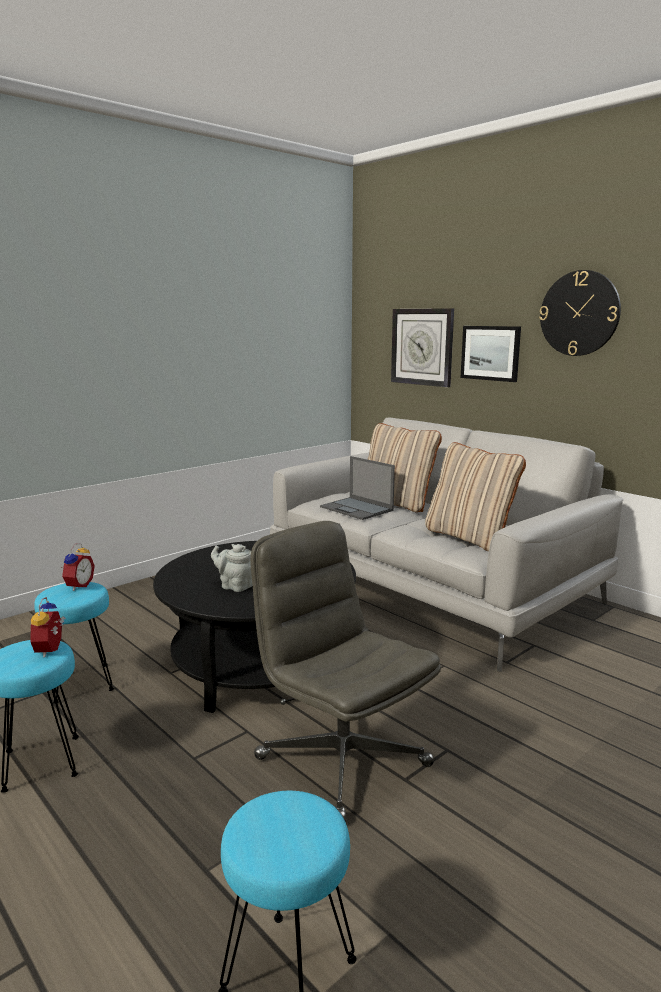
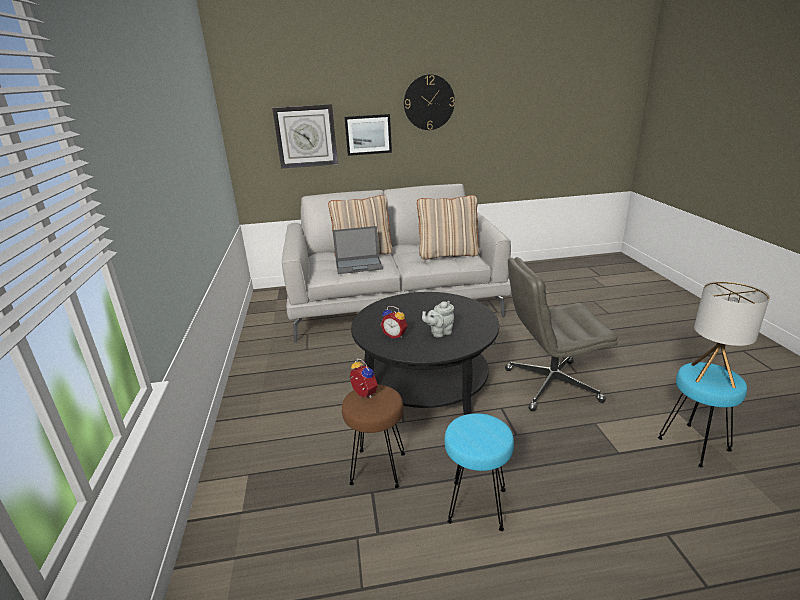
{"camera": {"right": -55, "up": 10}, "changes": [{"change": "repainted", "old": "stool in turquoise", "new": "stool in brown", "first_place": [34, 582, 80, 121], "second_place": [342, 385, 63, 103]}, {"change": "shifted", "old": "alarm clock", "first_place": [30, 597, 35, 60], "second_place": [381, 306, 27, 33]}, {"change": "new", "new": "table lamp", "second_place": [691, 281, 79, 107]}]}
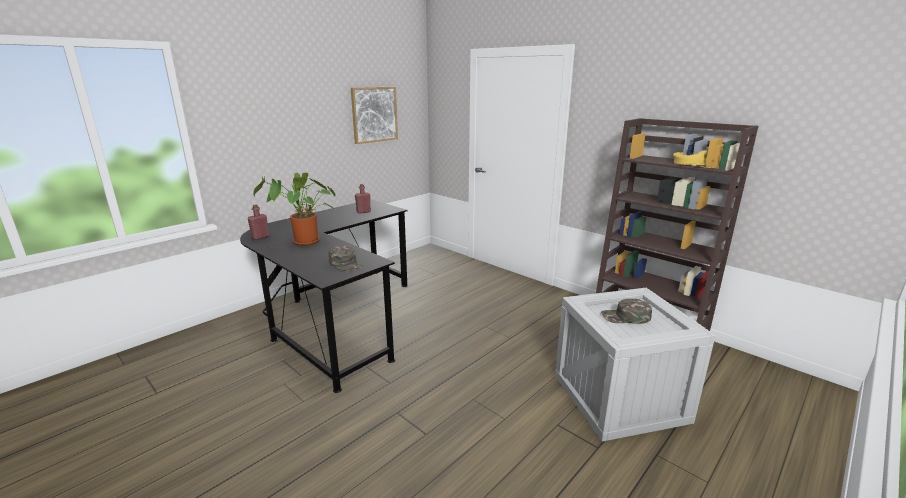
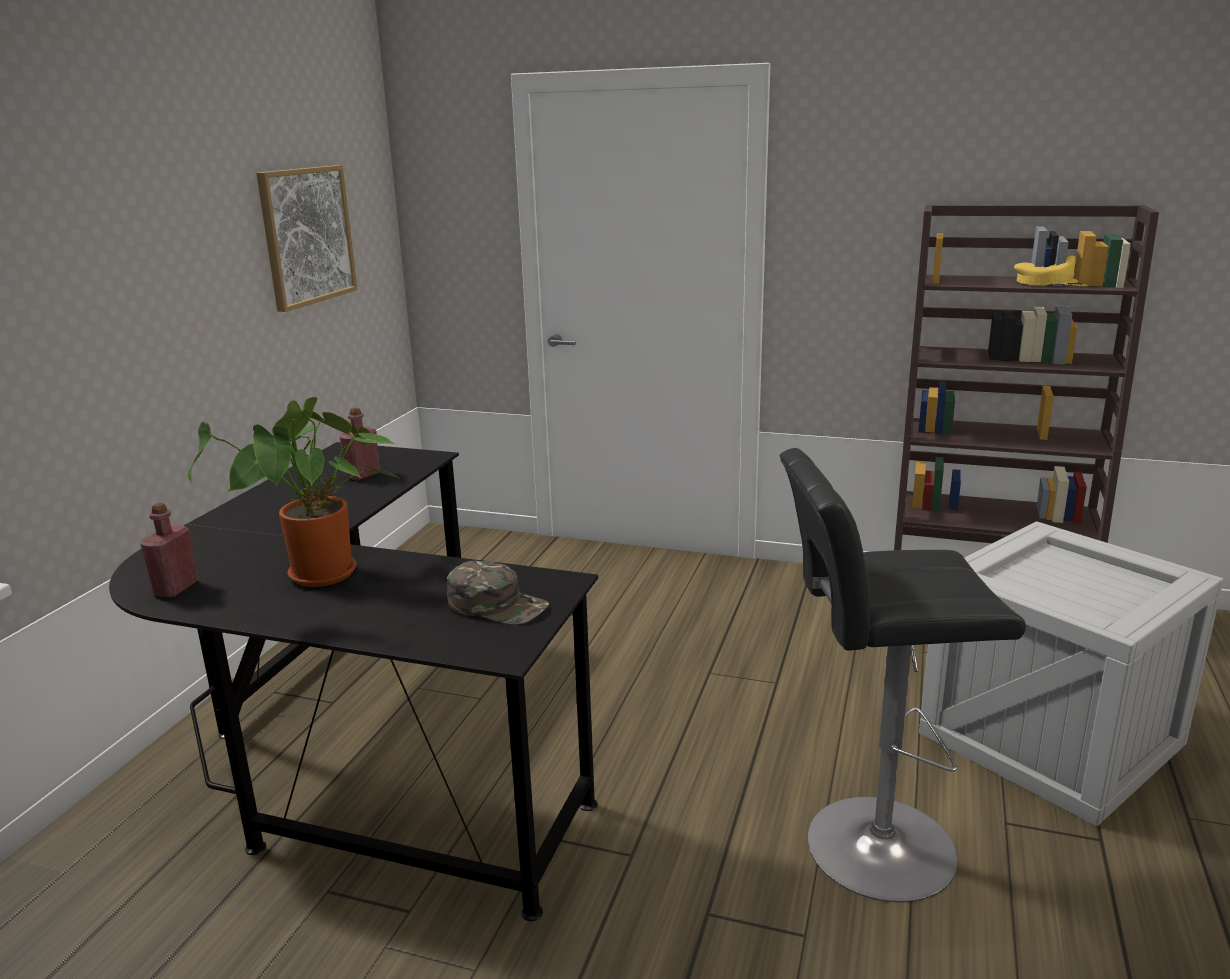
{"camera": {"right": -25, "up": 0}, "changes": [{"change": "gone", "old": "cap in green", "first_place": [601, 299, 51, 25]}, {"change": "new", "new": "stool in black", "second_place": [780, 448, 246, 455]}]}
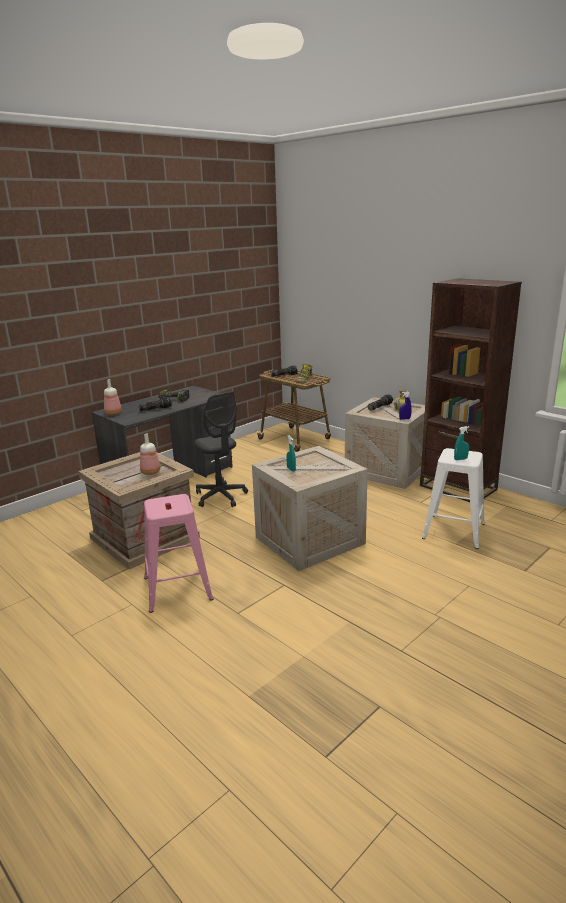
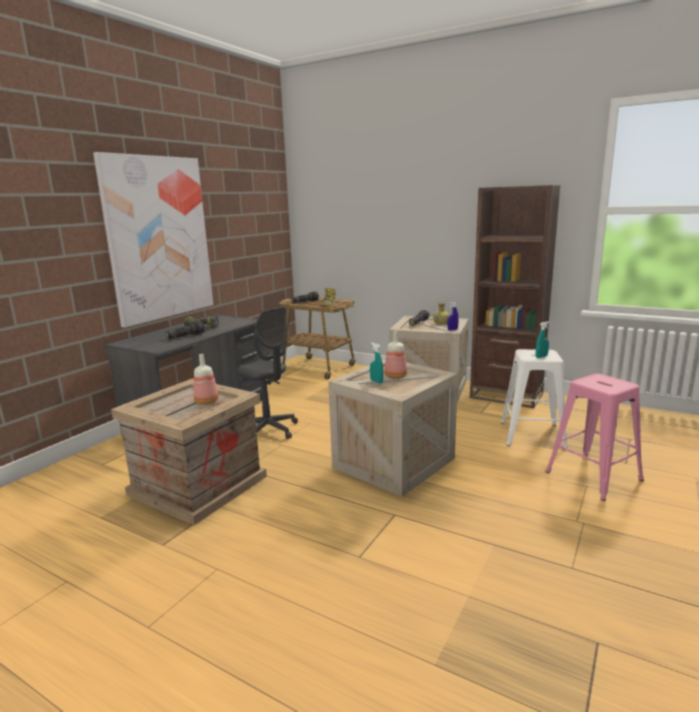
{"camera": {"right": -15, "up": -5}, "changes": [{"change": "shifted", "old": "bottle", "first_place": [104, 379, 18, 36], "second_place": [384, 331, 23, 48]}, {"change": "shifted", "old": "stool in pink", "first_place": [144, 494, 70, 119], "second_place": [545, 374, 99, 127]}, {"change": "new", "new": "picture", "second_place": [93, 152, 120, 176]}]}
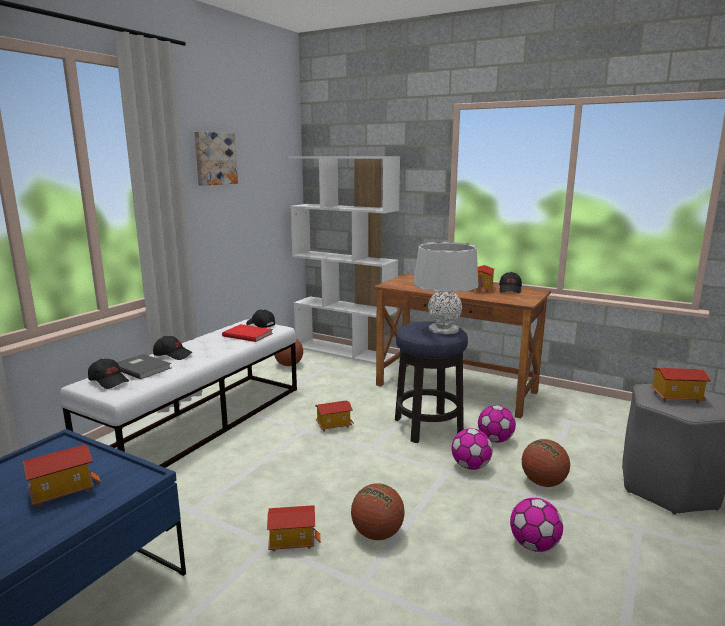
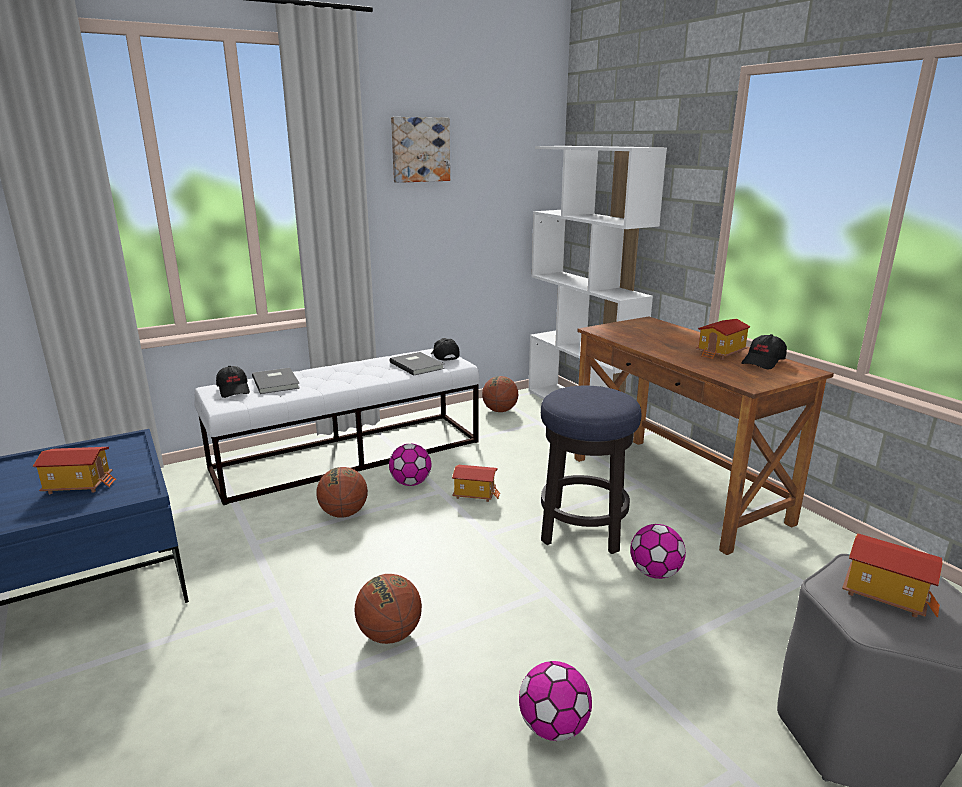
{"camera": {"right": 30, "up": 5}, "changes": [{"change": "gone", "old": "table lamp in grey", "first_place": [414, 242, 64, 92]}, {"change": "repainted", "old": "book in red", "new": "book in grey", "first_place": [222, 324, 51, 18], "second_place": [390, 352, 55, 24]}, {"change": "gone", "old": "cap in black", "first_place": [153, 336, 40, 24]}, {"change": "shifted", "old": "football", "first_place": [452, 428, 41, 42], "second_place": [389, 444, 42, 42]}, {"change": "shifted", "old": "basketball", "first_place": [522, 439, 48, 48], "second_place": [317, 467, 51, 51]}, {"change": "gone", "old": "toy house", "first_place": [267, 505, 54, 46]}]}
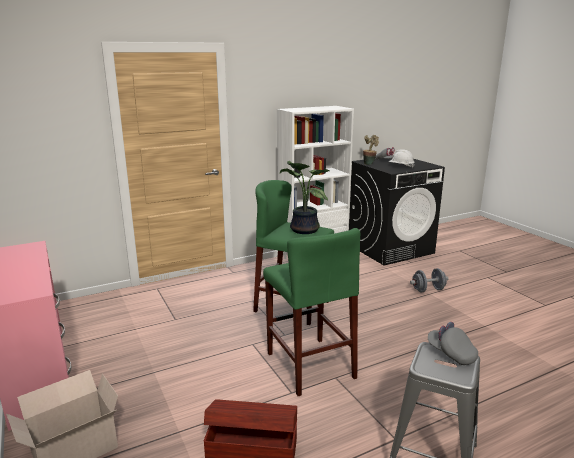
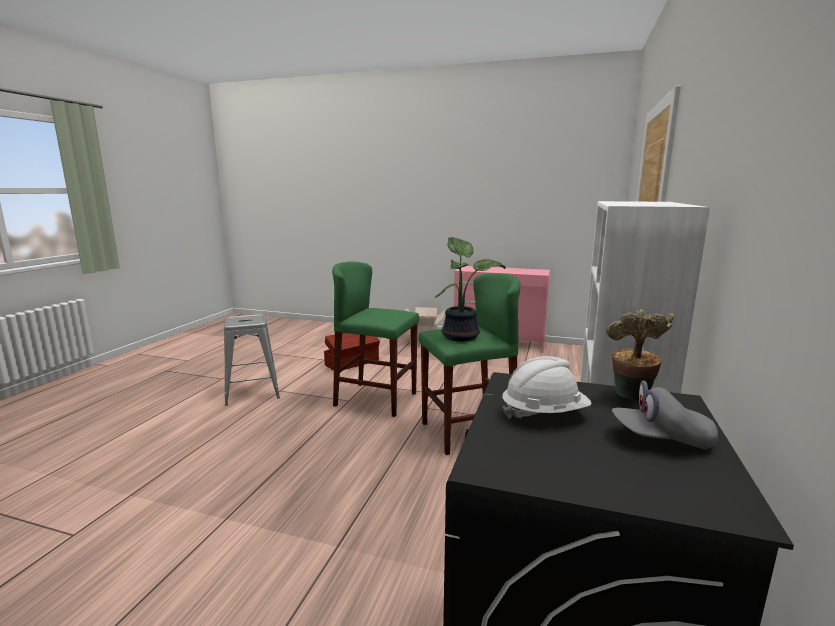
{"camera": {"right": 135, "up": -5}, "changes": [{"change": "gone", "old": "dumbbell in grey", "first_place": [410, 268, 39, 24]}, {"change": "gone", "old": "cap in grey", "first_place": [428, 322, 50, 43]}]}
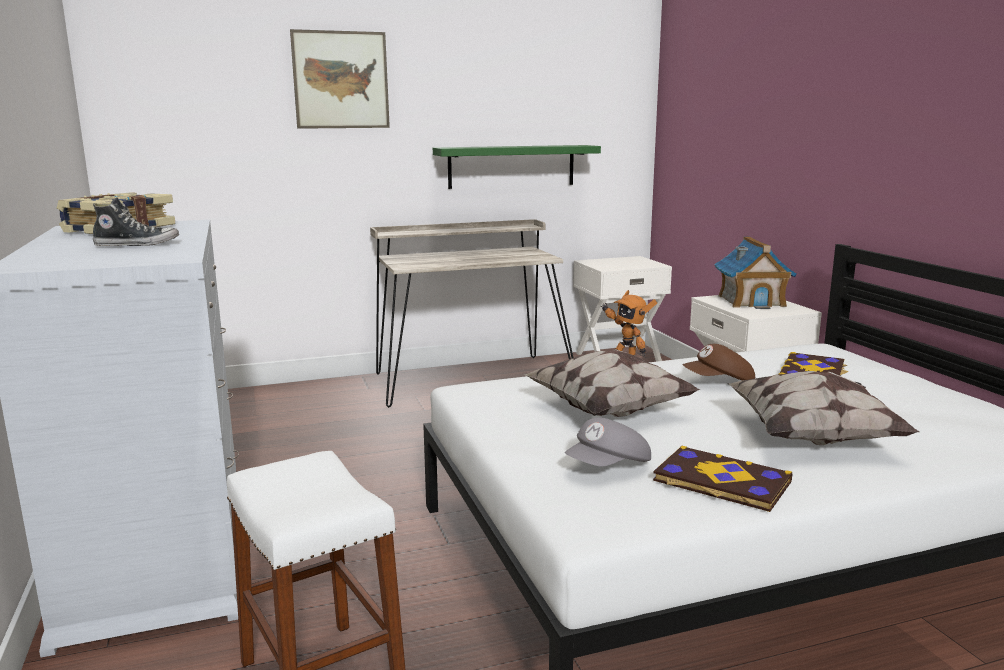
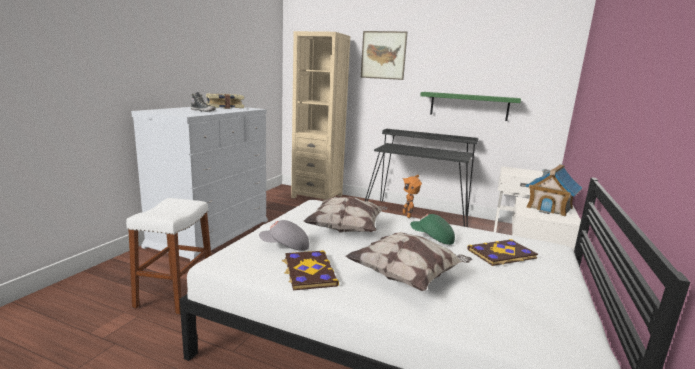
{"camera": {"right": 40, "up": 0}, "changes": [{"change": "repainted", "old": "desk in beige", "new": "desk in black", "first_place": [370, 219, 204, 189], "second_place": [365, 129, 113, 98]}, {"change": "repainted", "old": "cap in brown", "new": "cap in green", "first_place": [683, 344, 72, 37], "second_place": [410, 214, 45, 31]}, {"change": "new", "new": "bookcase in beige", "second_place": [291, 31, 59, 169]}]}
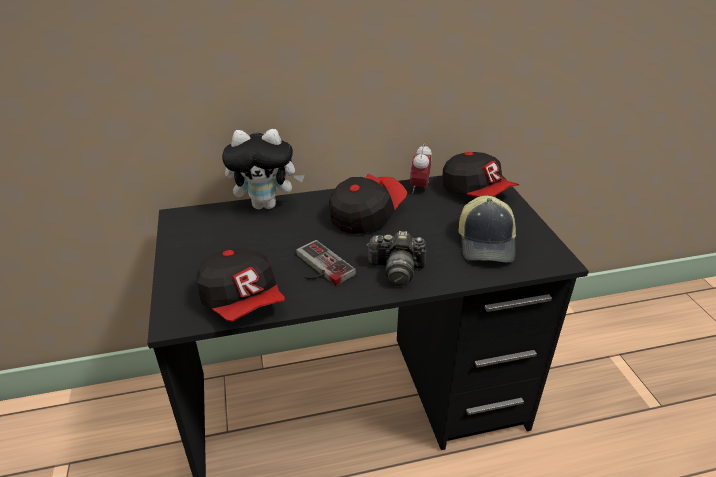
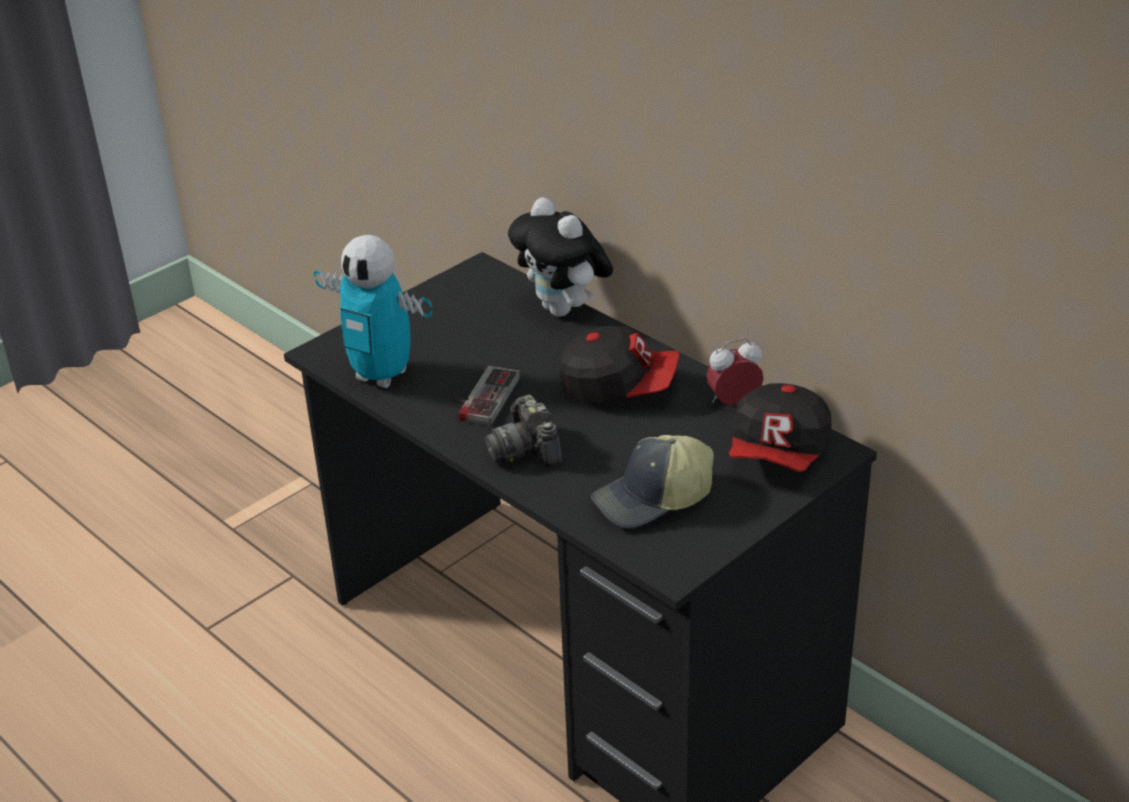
{"camera": {"right": 60, "up": 0}, "changes": [{"change": "swapped", "old": "cap", "new": "toy robot", "first_place": [196, 247, 89, 75], "second_place": [314, 235, 118, 153]}]}
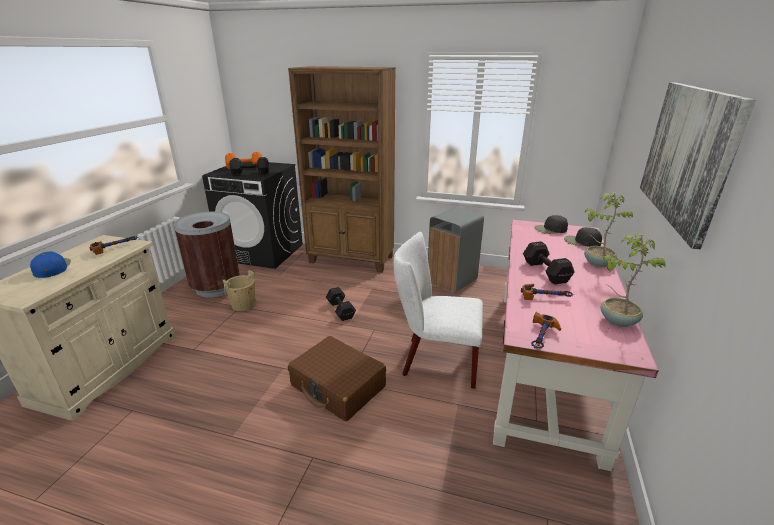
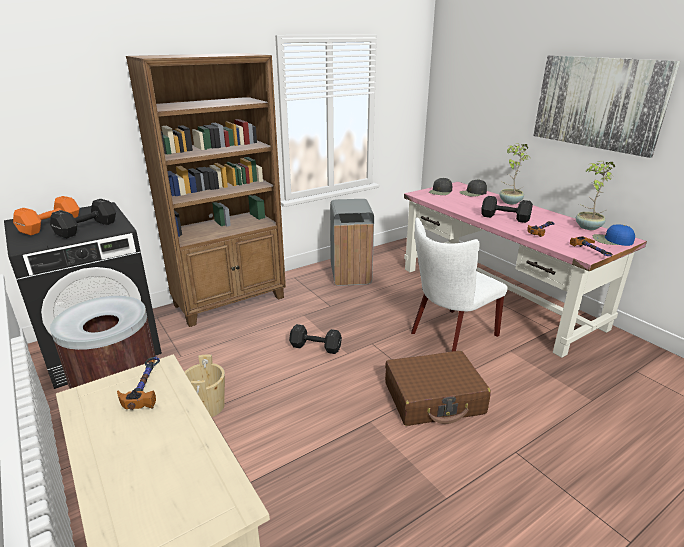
{"camera": {"right": -50, "up": 0}, "changes": [{"change": "shifted", "old": "cap in blue", "first_place": [30, 252, 41, 26], "second_place": [593, 224, 42, 22]}]}
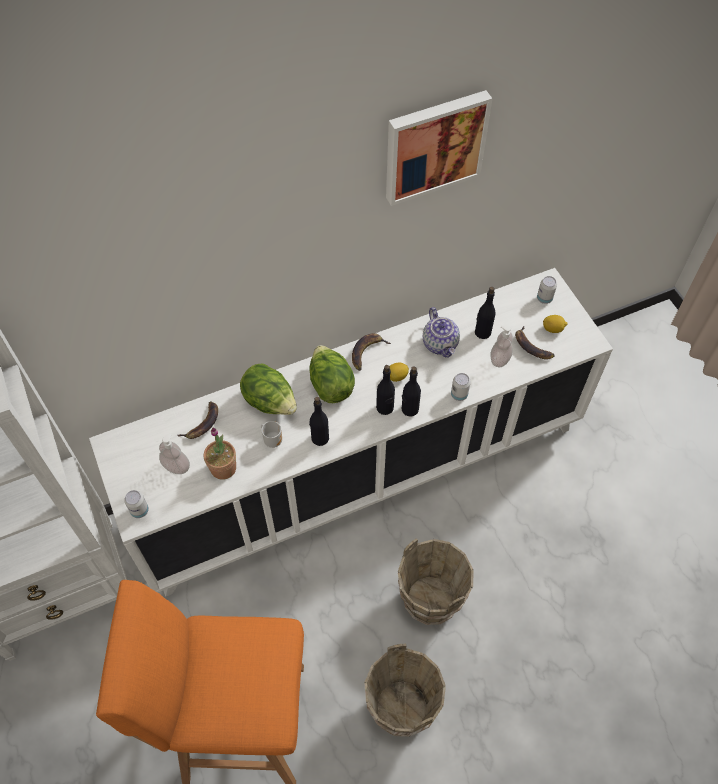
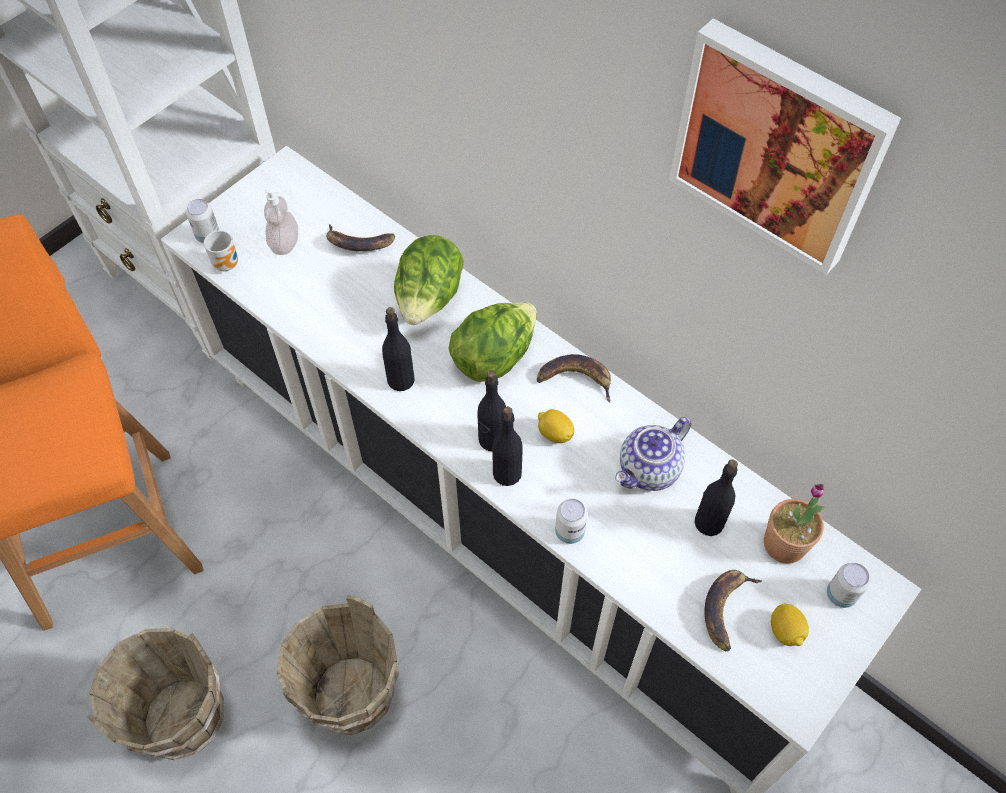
{"camera": {"right": 65, "up": 0}, "changes": [{"change": "gone", "old": "soap dispenser", "first_place": [490, 325, 23, 42]}, {"change": "shifted", "old": "mug", "first_place": [261, 421, 21, 27], "second_place": [204, 230, 34, 41]}, {"change": "shifted", "old": "potted plant", "first_place": [204, 428, 32, 52], "second_place": [764, 484, 62, 80]}]}
